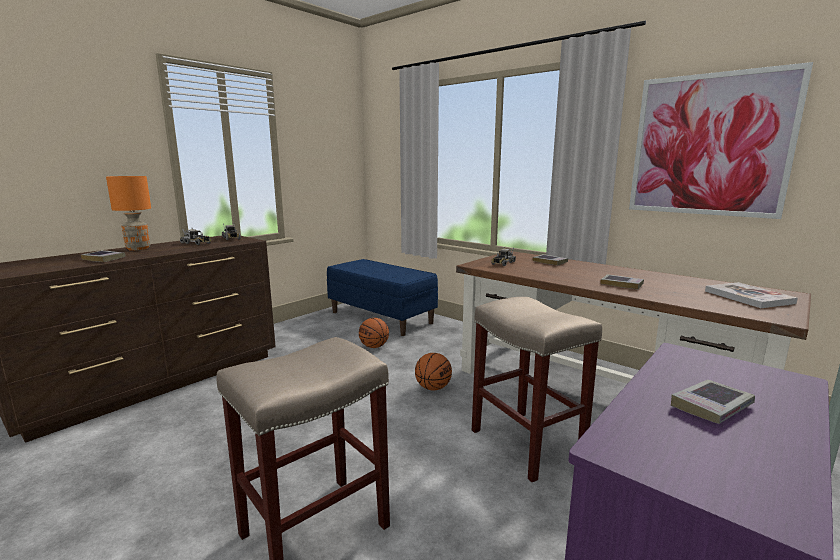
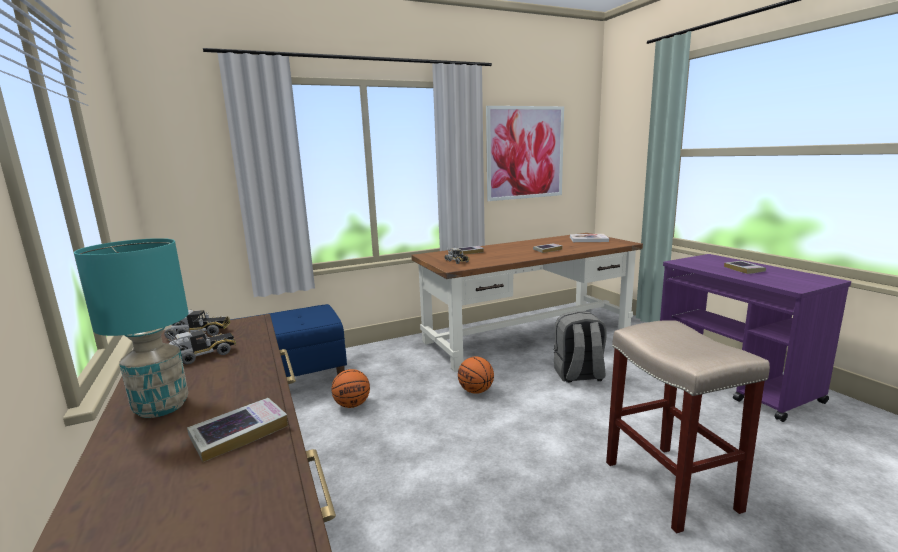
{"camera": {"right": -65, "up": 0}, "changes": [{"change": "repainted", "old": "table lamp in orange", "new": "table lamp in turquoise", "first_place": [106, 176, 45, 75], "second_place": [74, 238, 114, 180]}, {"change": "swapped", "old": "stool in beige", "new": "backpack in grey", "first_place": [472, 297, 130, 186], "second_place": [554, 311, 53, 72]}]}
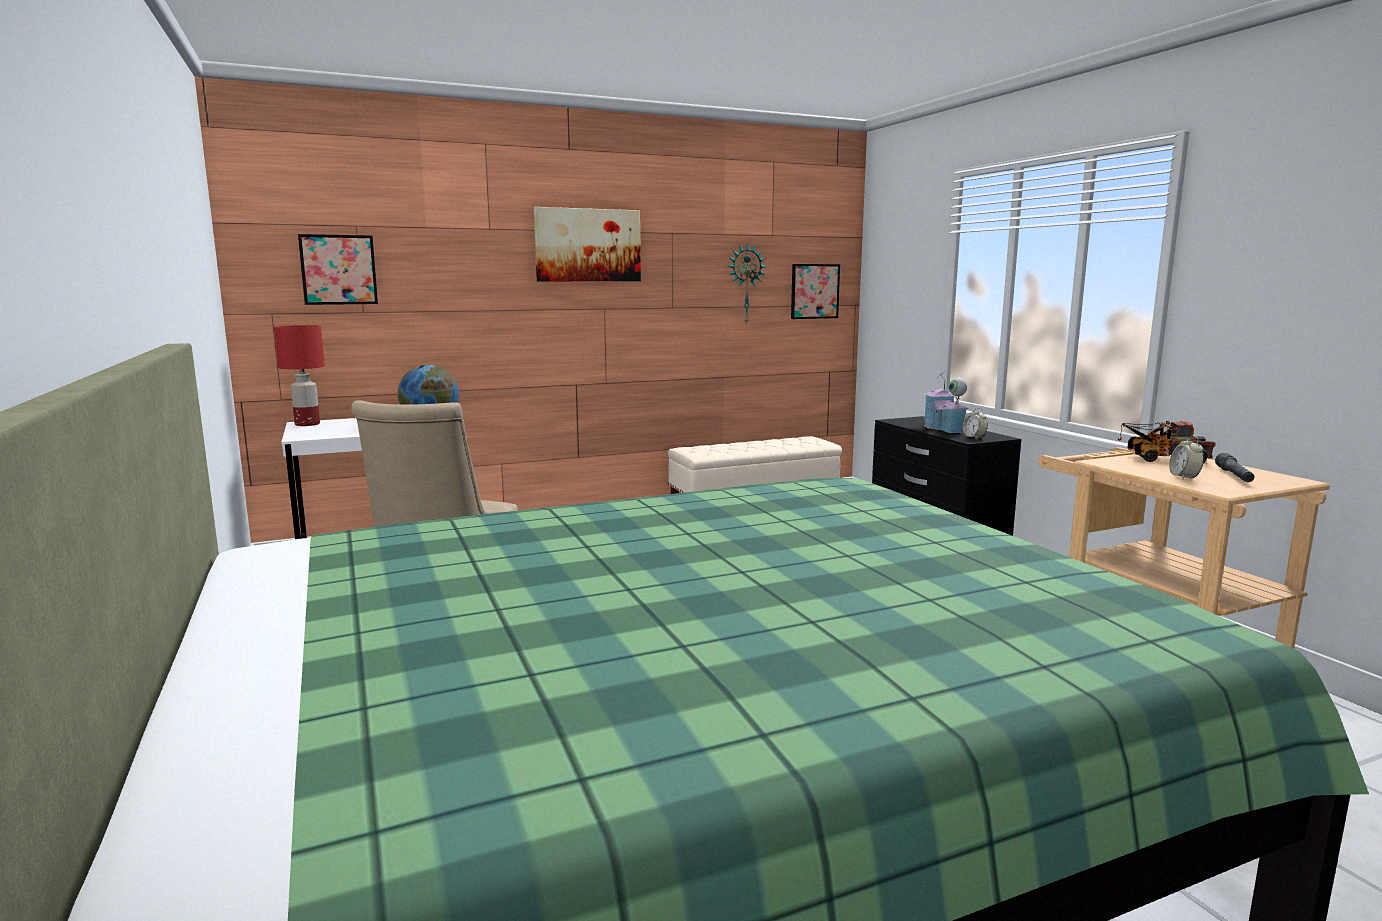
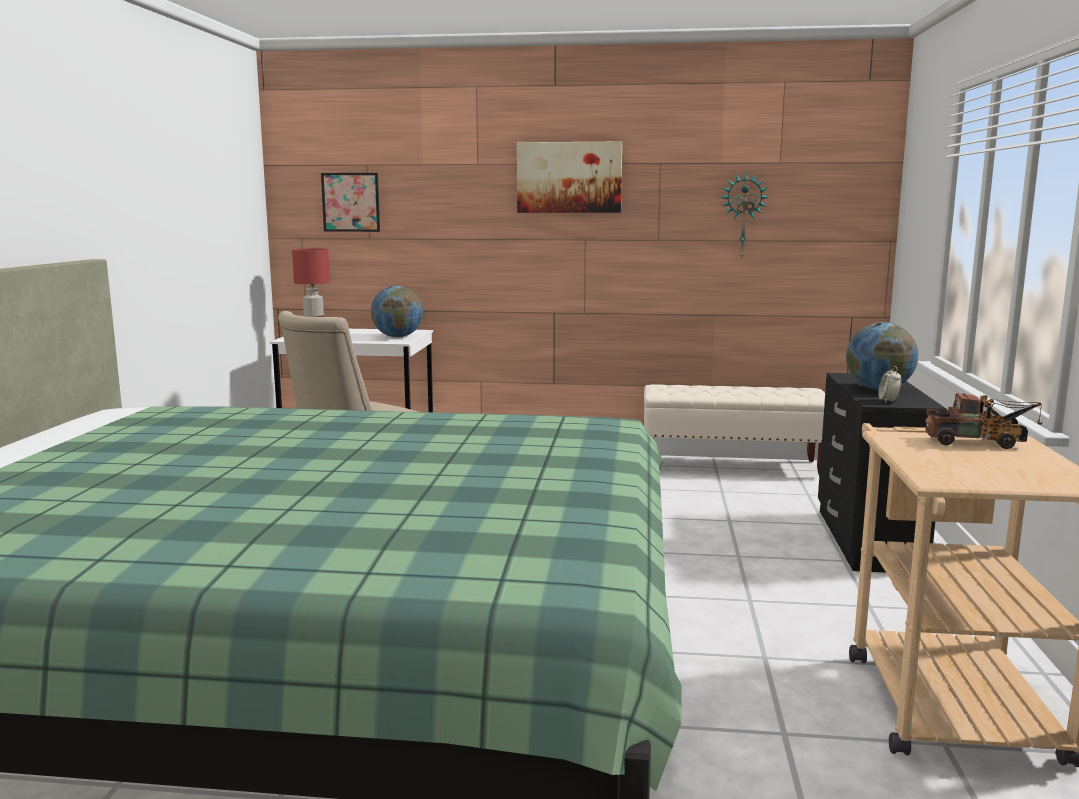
{"camera": {"right": 30, "up": 0}, "changes": [{"change": "gone", "old": "picture", "first_place": [791, 264, 49, 55]}, {"change": "swapped", "old": "toy house", "new": "globe", "first_place": [924, 371, 45, 62], "second_place": [846, 322, 72, 68]}, {"change": "rotated", "old": "toy truck", "first_place": [1118, 421, 97, 43], "second_place": [925, 393, 117, 56], "degrees": 150}, {"change": "gone", "old": "alarm clock", "first_place": [1169, 436, 35, 44]}, {"change": "gone", "old": "flashlight in grey", "first_place": [1215, 453, 39, 29]}]}
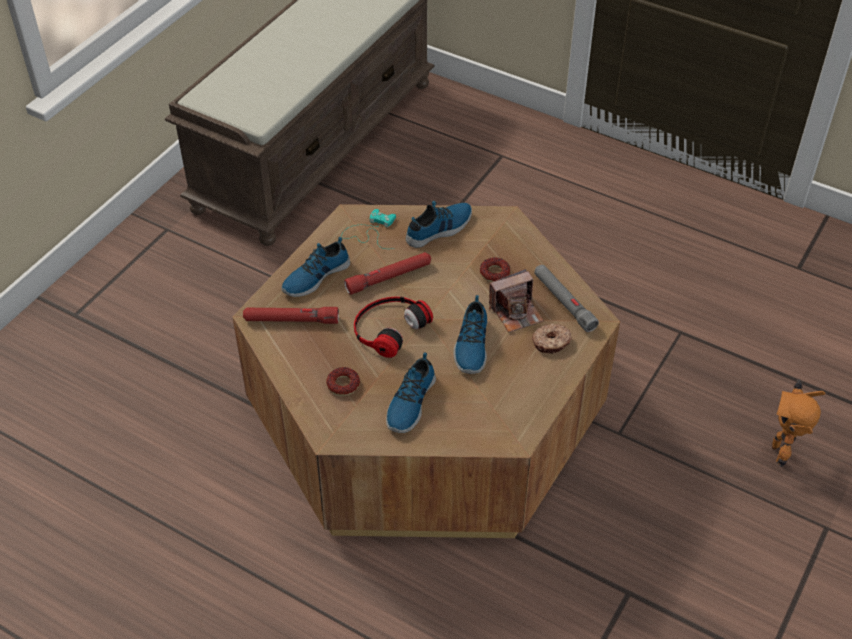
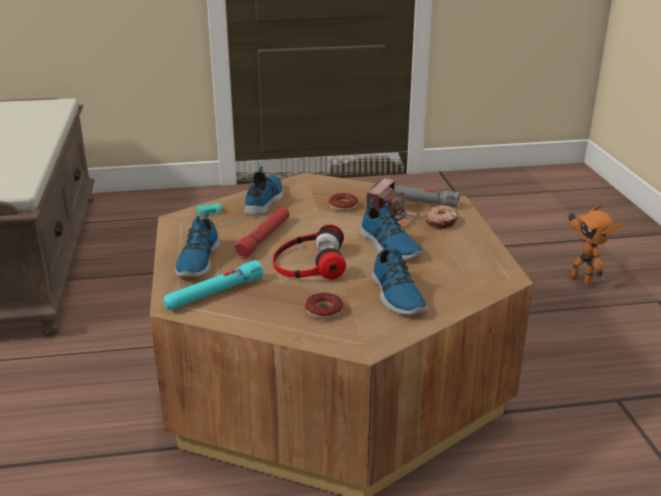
{"camera": {"right": -40, "up": -20}, "changes": [{"change": "repainted", "old": "flashlight in red", "new": "flashlight in turquoise", "first_place": [243, 307, 96, 17], "second_place": [163, 260, 100, 50]}]}
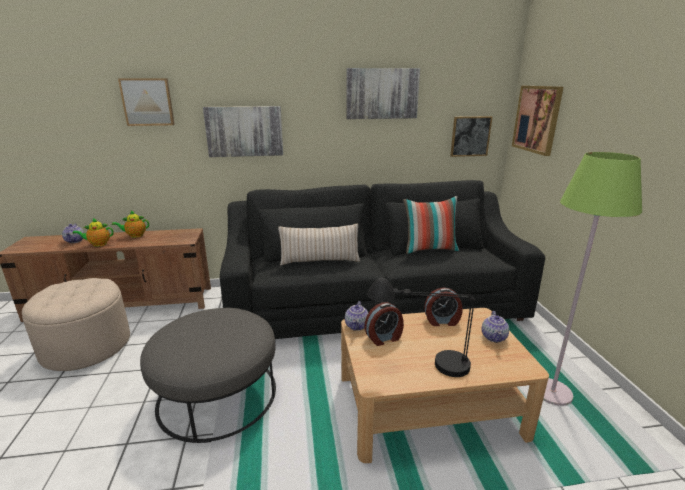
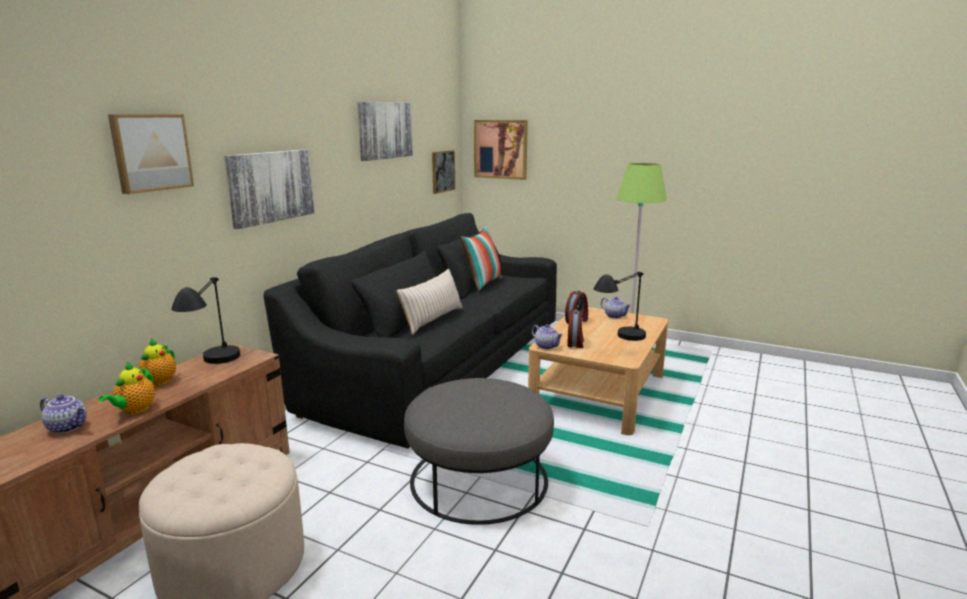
{"camera": {"right": -55, "up": -5}, "changes": [{"change": "new", "new": "table lamp in black", "second_place": [171, 277, 69, 87]}]}
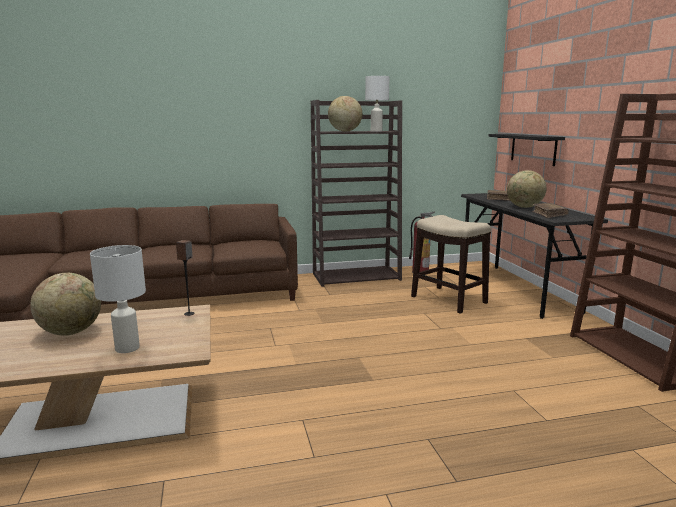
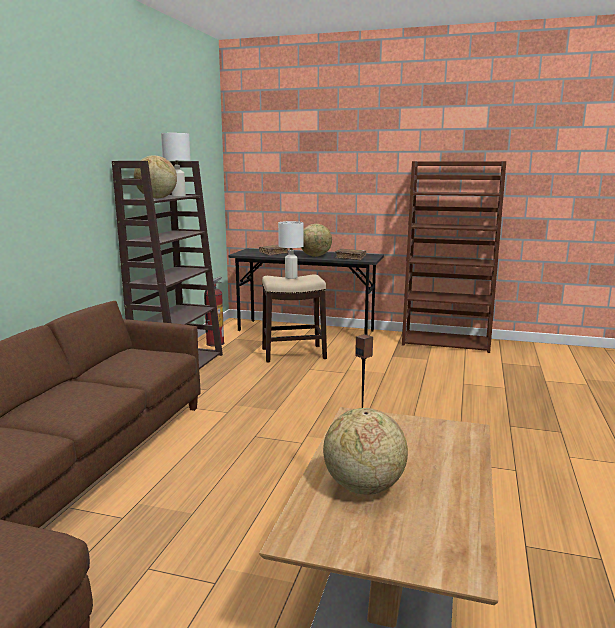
{"camera": {"right": -60, "up": 0}, "changes": [{"change": "gone", "old": "shelf in black", "first_place": [488, 134, 77, 32]}, {"change": "shifted", "old": "table lamp in white", "first_place": [90, 245, 56, 108], "second_place": [278, 221, 26, 58]}]}
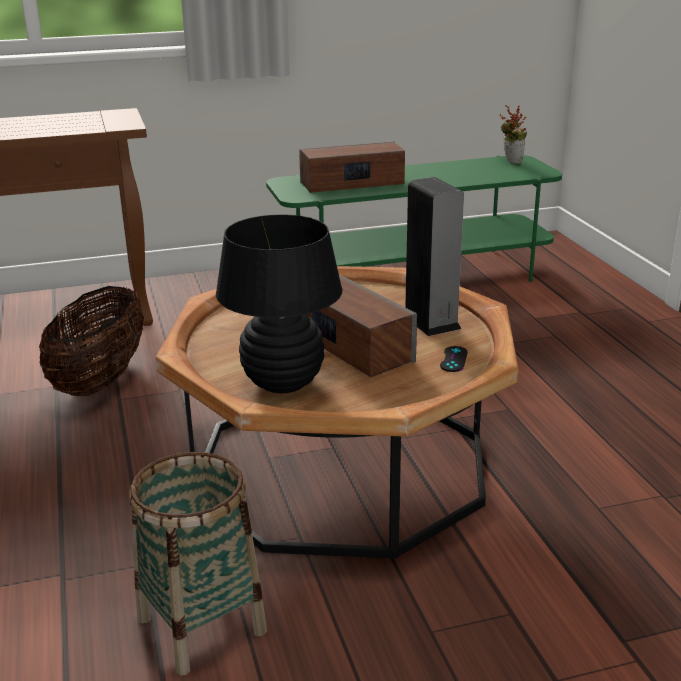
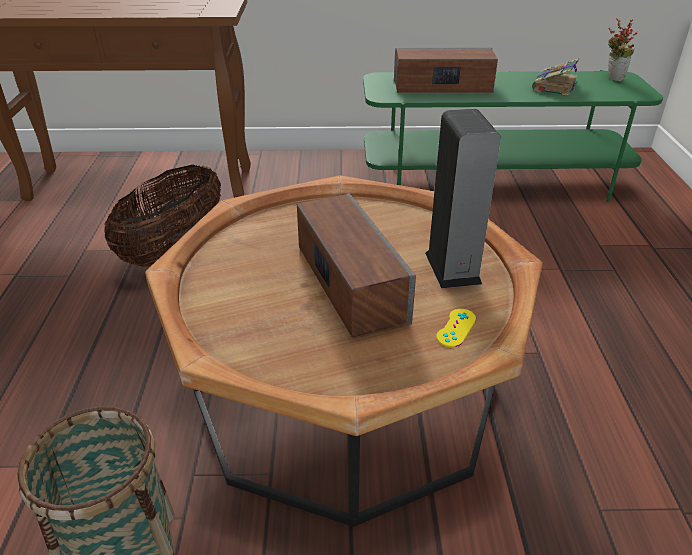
{"camera": {"right": 15, "up": 10}, "changes": [{"change": "gone", "old": "table lamp in black", "first_place": [216, 214, 126, 179]}, {"change": "repainted", "old": "game controller in black", "new": "game controller in yellow", "first_place": [440, 346, 28, 26], "second_place": [436, 309, 40, 38]}, {"change": "new", "new": "book", "second_place": [532, 59, 47, 37]}]}
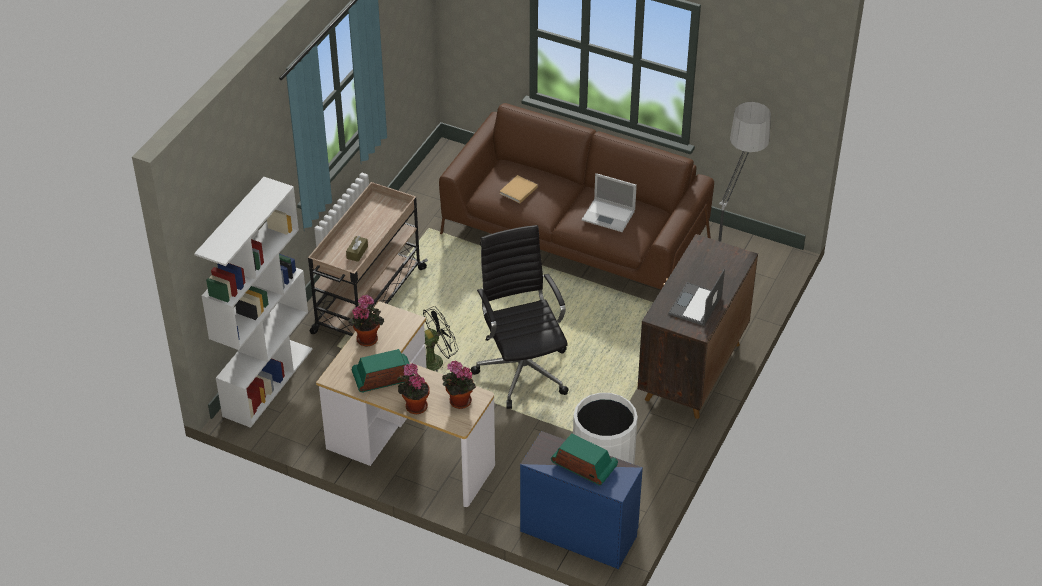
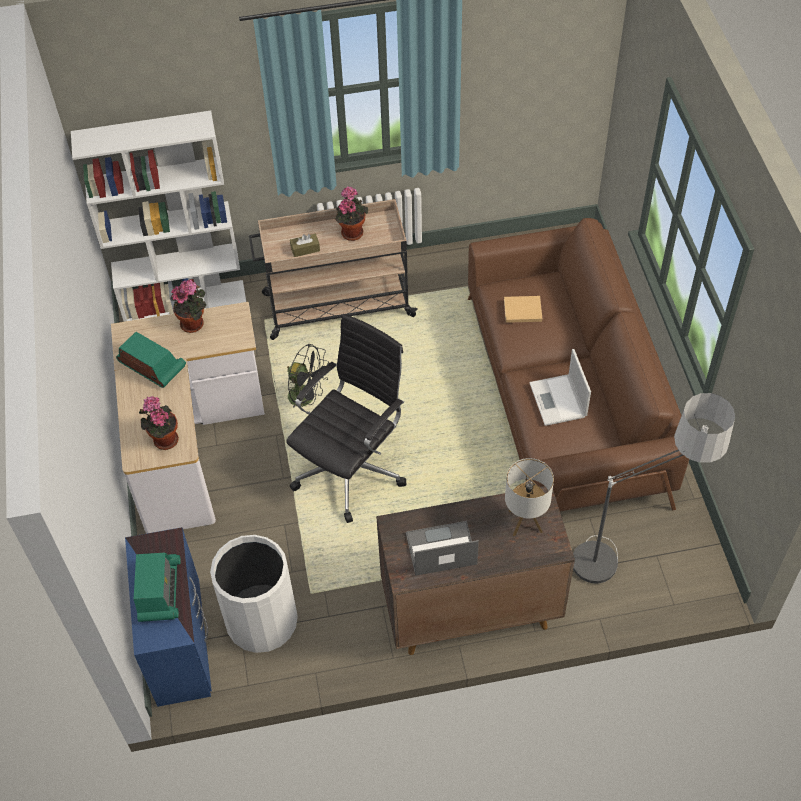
{"camera": {"right": 55, "up": 10}, "changes": [{"change": "shifted", "old": "potted plant", "first_place": [397, 363, 33, 51], "second_place": [335, 186, 33, 55]}, {"change": "new", "new": "table lamp", "second_place": [505, 458, 49, 78]}]}
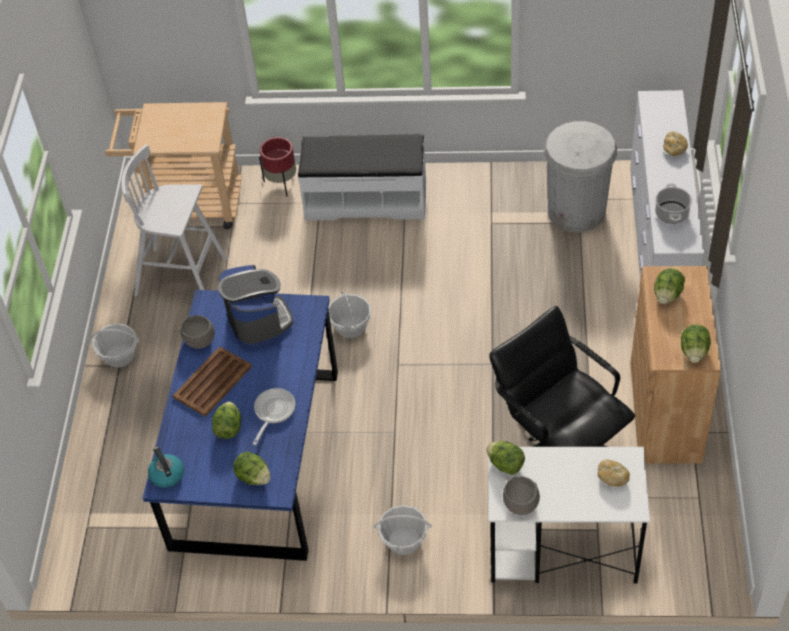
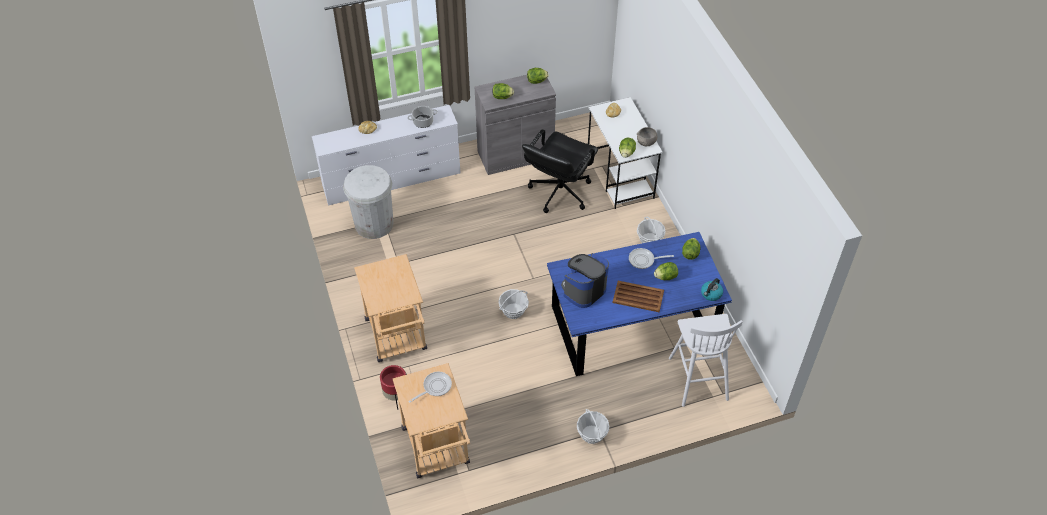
{"camera": {"right": -115, "up": 0}, "changes": [{"change": "swapped", "old": "bench in white", "new": "cart in beige", "first_place": [298, 134, 128, 87], "second_place": [354, 254, 73, 108]}, {"change": "shifted", "old": "stool in white", "first_place": [122, 145, 105, 152], "second_place": [669, 314, 74, 93]}, {"change": "repainted", "old": "cabinet in brown", "new": "cabinet in grey", "first_place": [630, 266, 91, 198], "second_place": [475, 75, 81, 100]}, {"change": "gone", "old": "bowl in grey", "first_place": [178, 315, 37, 34]}, {"change": "new", "new": "frying pan", "second_place": [408, 372, 44, 31]}]}
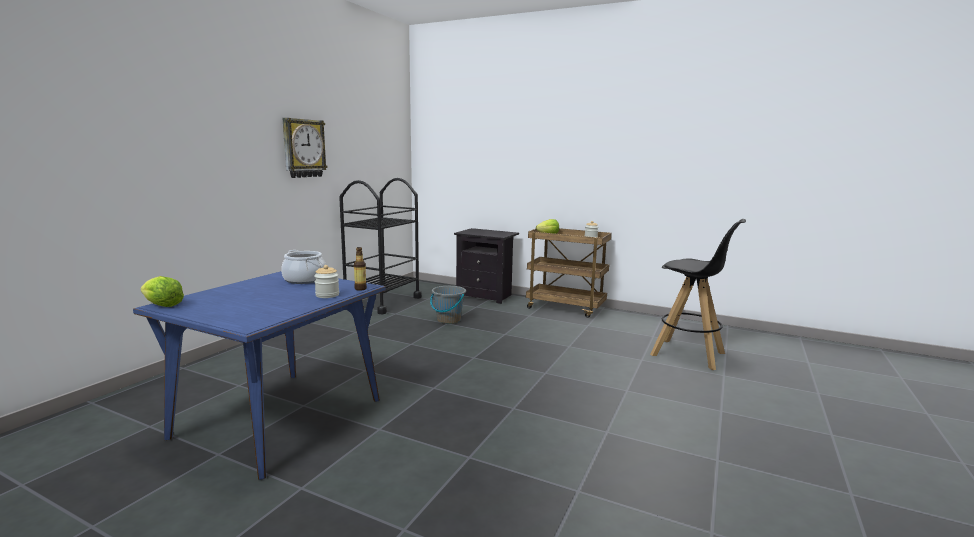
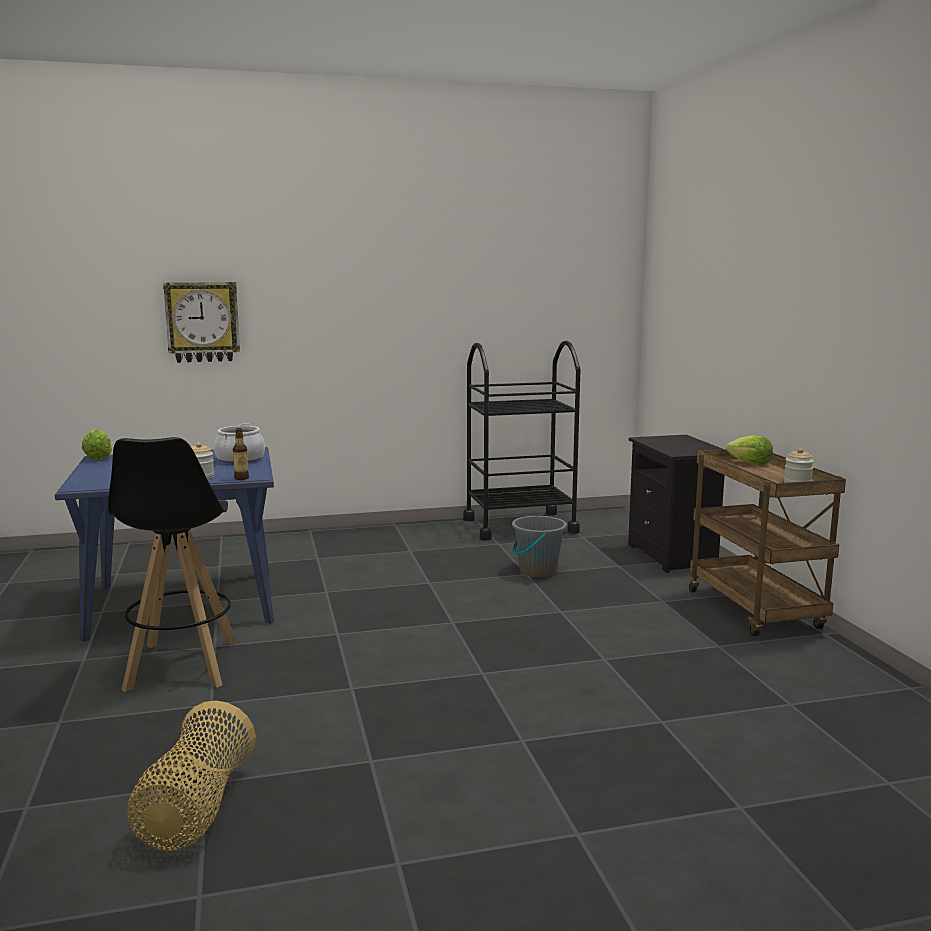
{"camera": {"right": 50, "up": 0}, "changes": [{"change": "shifted", "old": "wall clock", "first_place": [282, 118, 46, 60], "second_place": [163, 282, 77, 81]}, {"change": "shifted", "old": "stool in black", "first_place": [650, 219, 96, 151], "second_place": [108, 437, 129, 255]}, {"change": "new", "new": "basket", "second_place": [127, 701, 129, 151]}]}
